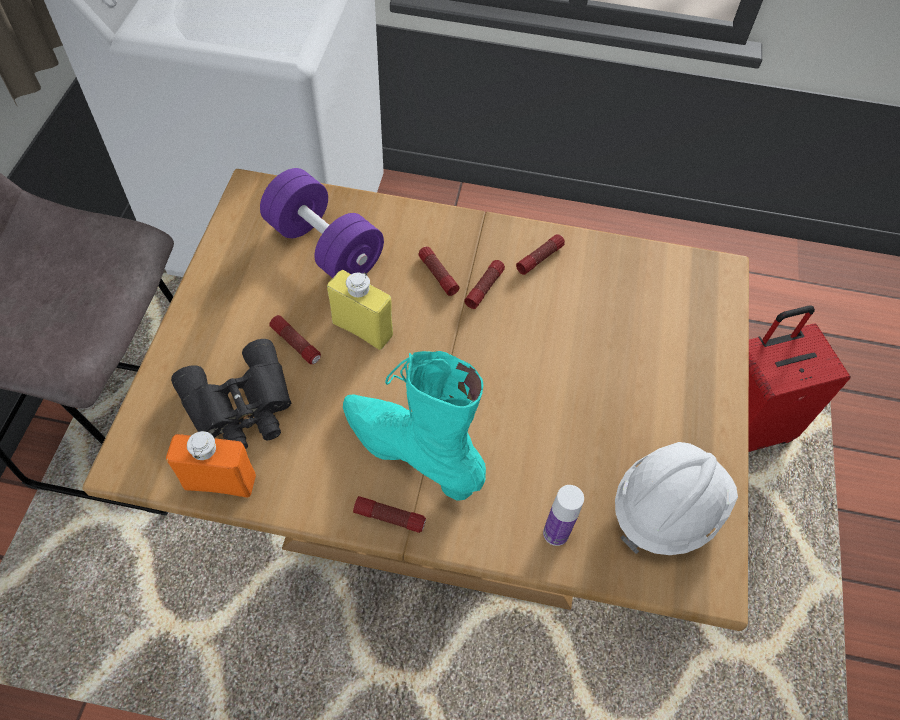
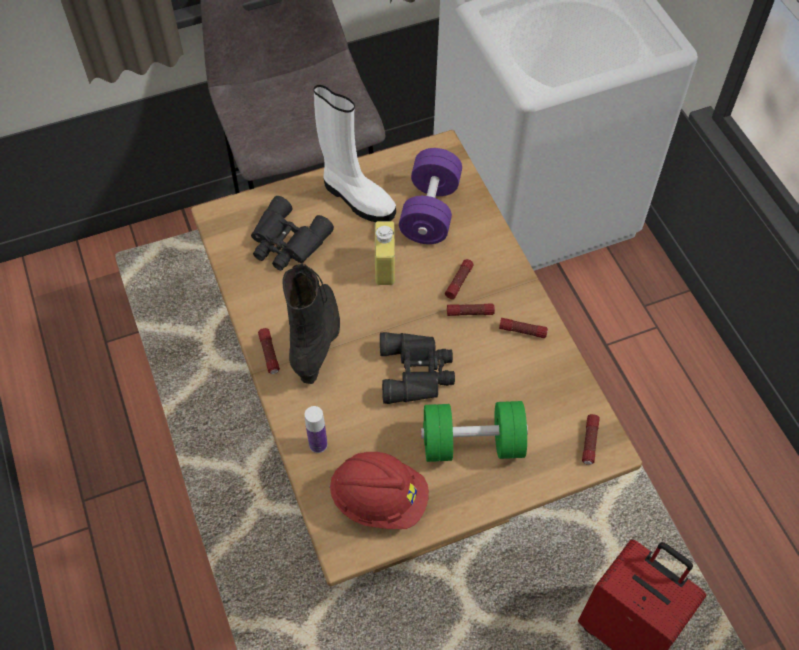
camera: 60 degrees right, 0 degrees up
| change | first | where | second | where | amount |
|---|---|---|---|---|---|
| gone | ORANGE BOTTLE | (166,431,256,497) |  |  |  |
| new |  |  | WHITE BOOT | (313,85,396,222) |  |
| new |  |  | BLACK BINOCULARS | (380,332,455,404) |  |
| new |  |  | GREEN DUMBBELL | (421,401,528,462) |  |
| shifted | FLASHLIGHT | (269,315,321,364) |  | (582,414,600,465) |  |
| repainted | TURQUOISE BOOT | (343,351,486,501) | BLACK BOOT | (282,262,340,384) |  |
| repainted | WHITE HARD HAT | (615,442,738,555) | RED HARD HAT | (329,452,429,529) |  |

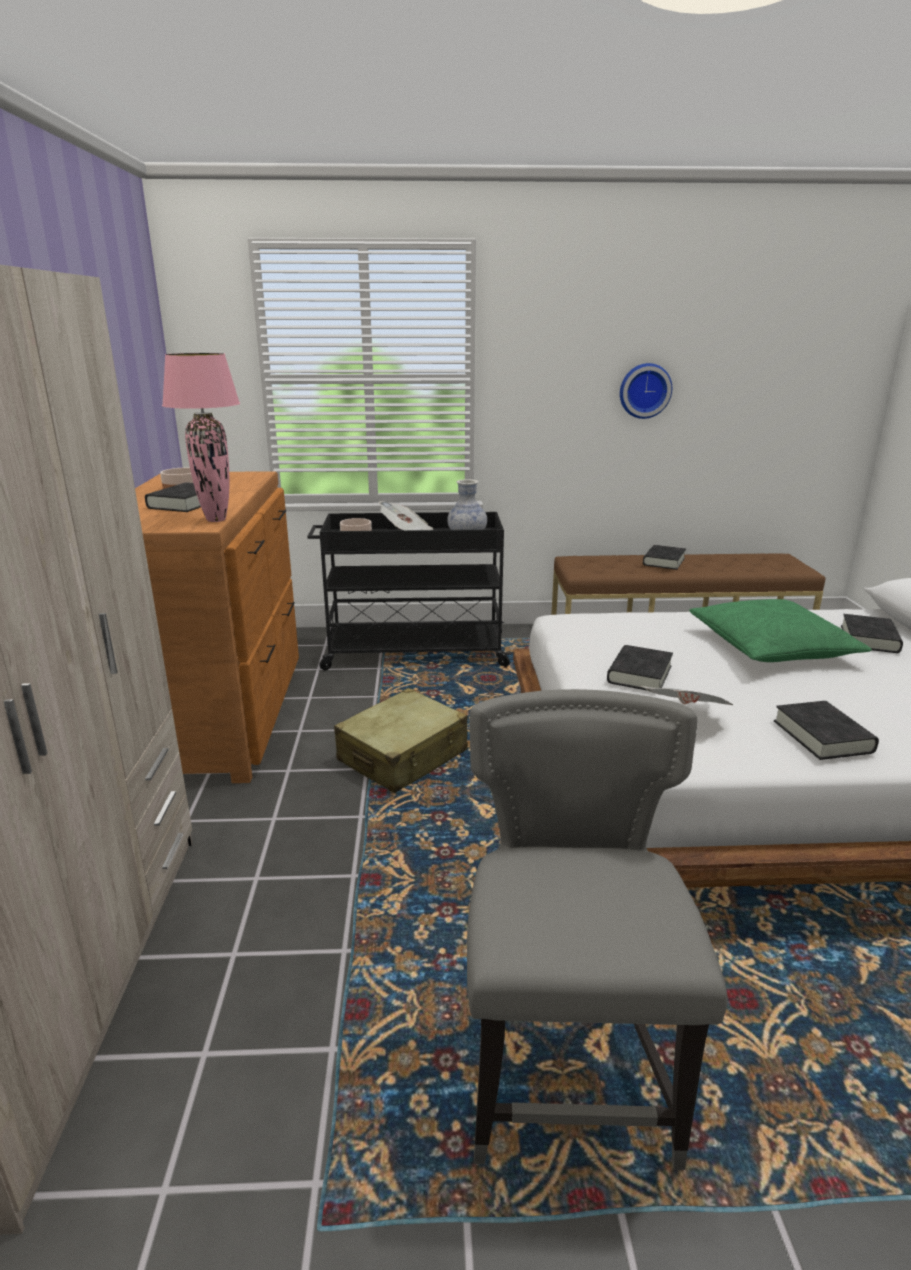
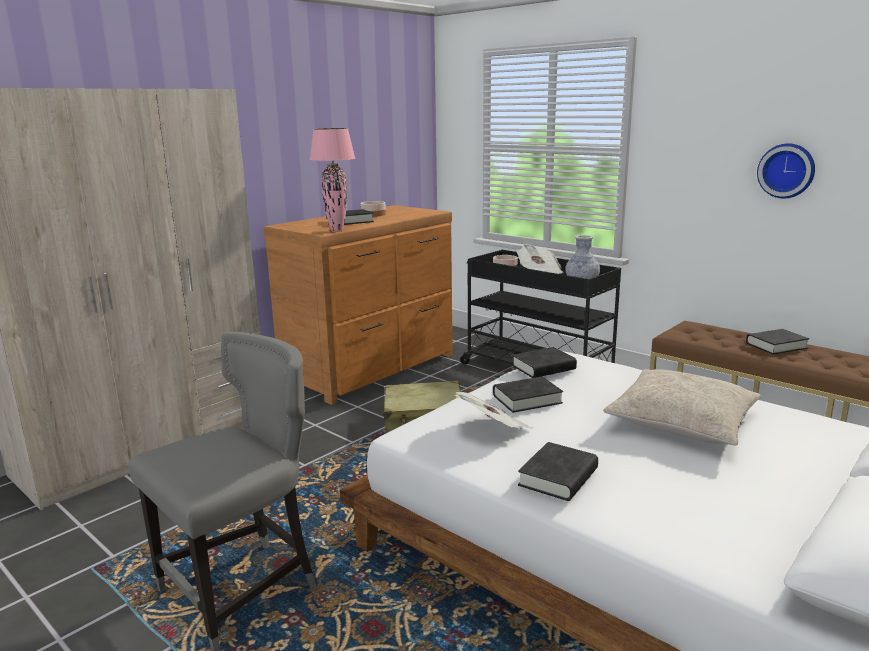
camera: 45 degrees right, 5 degrees down
| change | first | where | second | where | amount |
|---|---|---|---|---|---|
| shifted | BLACK BOOK | (841,614,903,653) |  | (512,347,577,378) |  |
| repainted | GREEN PILLOW | (689,599,872,662) | BEIGE PILLOW | (603,369,761,445) |  |

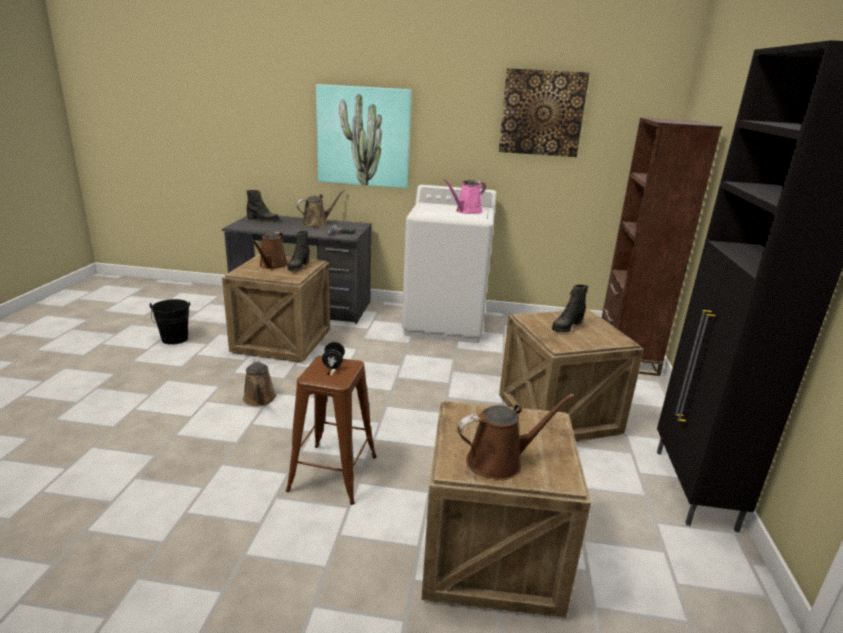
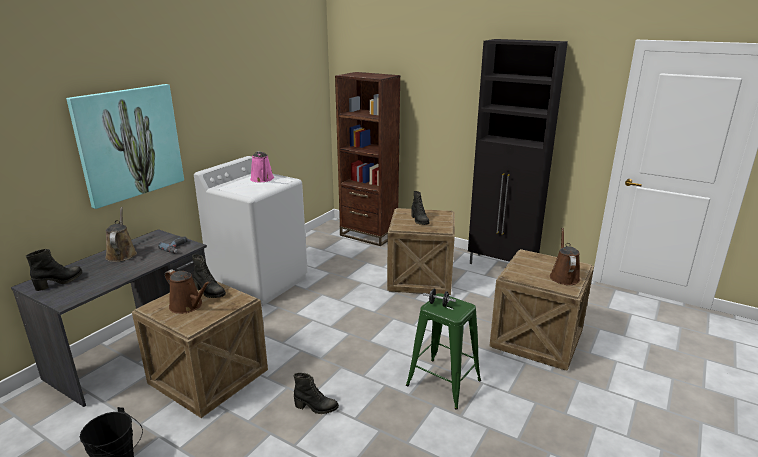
camera: 65 degrees left, 0 degrees up
| change | first | where | second | where | amount |
|---|---|---|---|---|---|
| gone | PICTURE | (499,68,590,157) |  |  |  |
| swapped | BROWN WATERING CAN | (243,359,276,406) | BLACK BOOT | (294,373,339,414) |  |
| repainted | BROWN STOOL | (286,355,377,505) | GREEN STOOL | (406,293,481,409) |  |

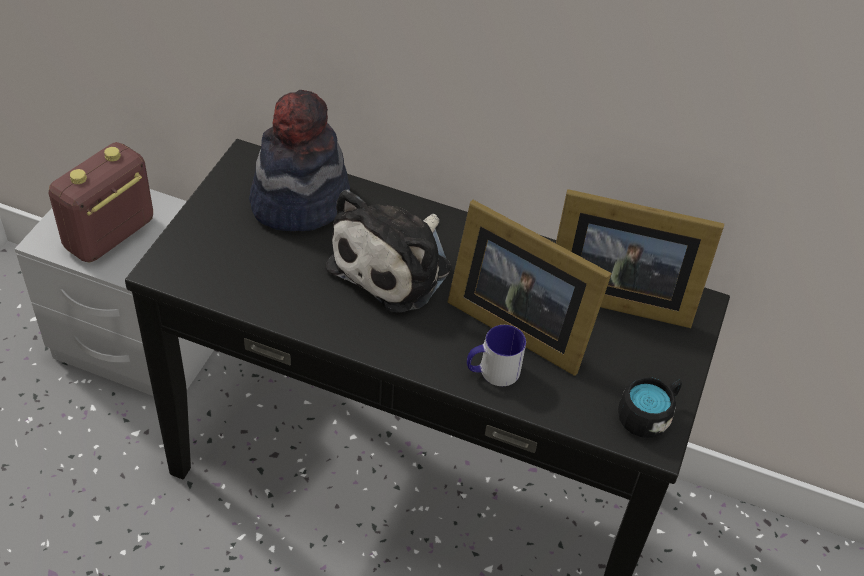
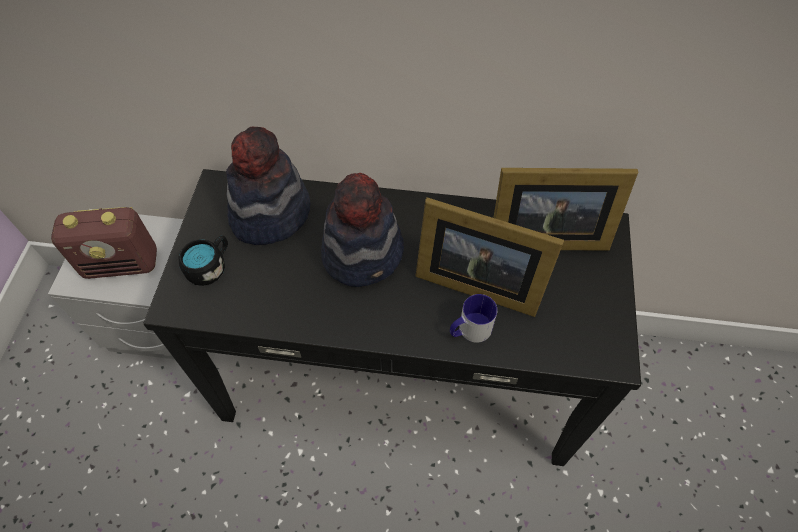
camera: 10 degrees left, 10 degrees up
| change | first | where | second | where | amount |
|---|---|---|---|---|---|
| shifted | BLACK MUG | (618,377,682,438) |  | (178,236,228,286) |  |
| swapped | PLUSH TOY | (325,189,451,313) | HAT | (321,173,404,287) |  |
| rotated | RADIO | (49,142,153,263) |  | (51,207,157,279) | 120 degrees counterclockwise |

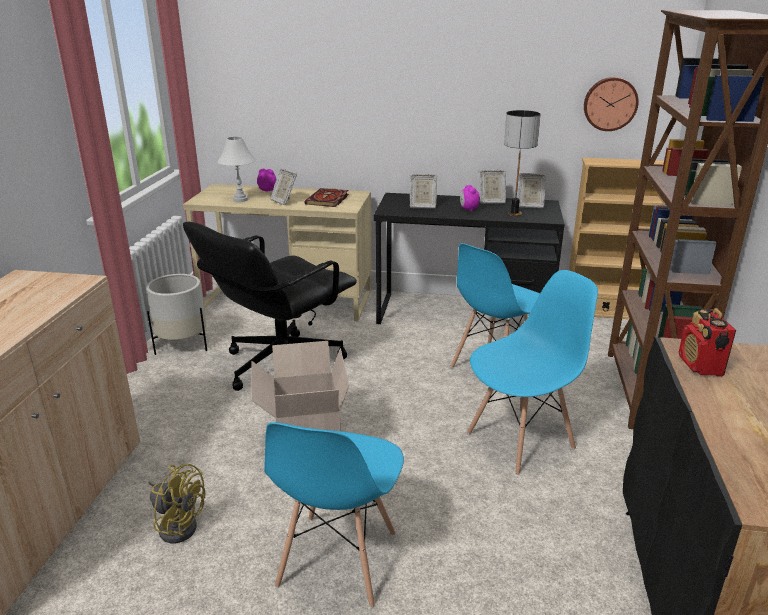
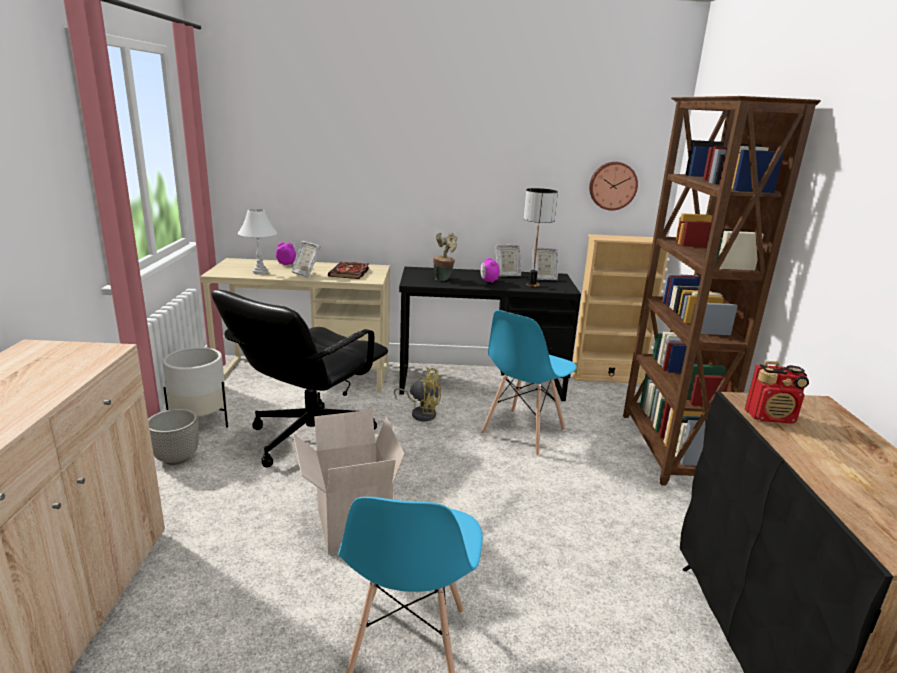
camera: 10 degrees left, 5 degrees down
| change | first | where | second | where | amount |
|---|---|---|---|---|---|
| gone | BLUE CHAIR | (467,270,598,475) |  |  |  |
| new |  |  | PLANTER | (148,409,199,465) |  |
| shifted | YELLOW FAN | (148,463,205,543) |  | (394,367,441,421) |  |
| swapped | PICTURE FRAME | (410,173,437,209) | POTTED PLANT | (433,232,457,281) |  |
| rotated | RADIO | (679,308,736,376) |  | (745,361,809,424) | 75 degrees counterclockwise |

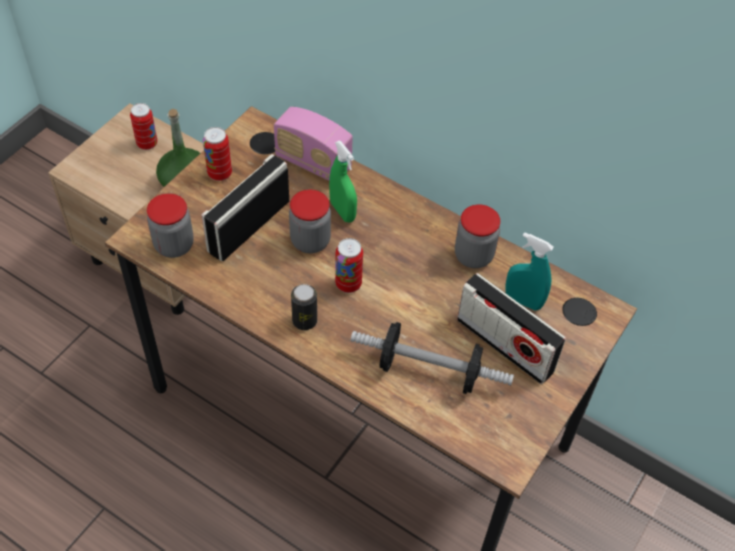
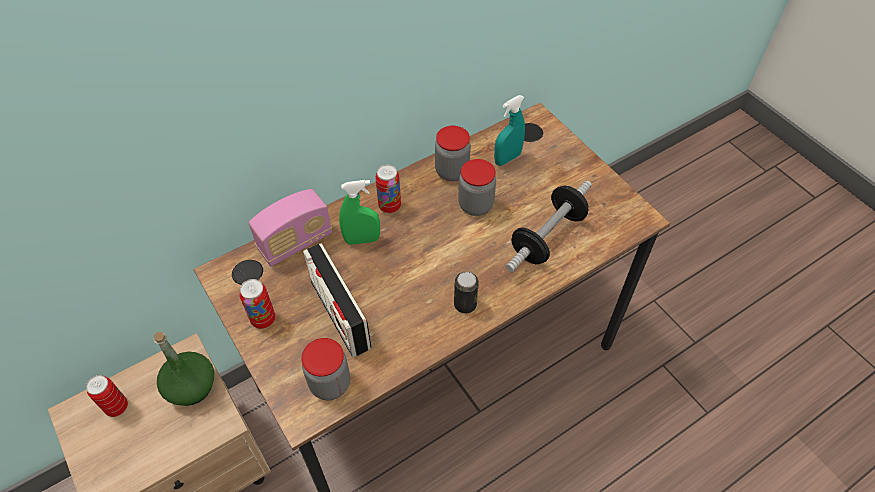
camera: 65 degrees left, 0 degrees up
| change | first | where | second | where | amount |
|---|---|---|---|---|---|
| gone | RADIO | (457,273,566,384) |  |  |  |
| shifted | JAR | (289,190,331,253) |  | (458,159,496,216) |  |
| shifted | CAN | (335,238,363,293) |  | (376,164,401,214) |  |

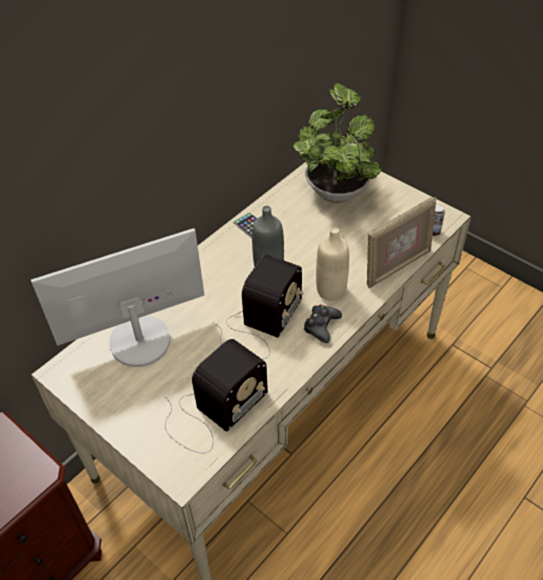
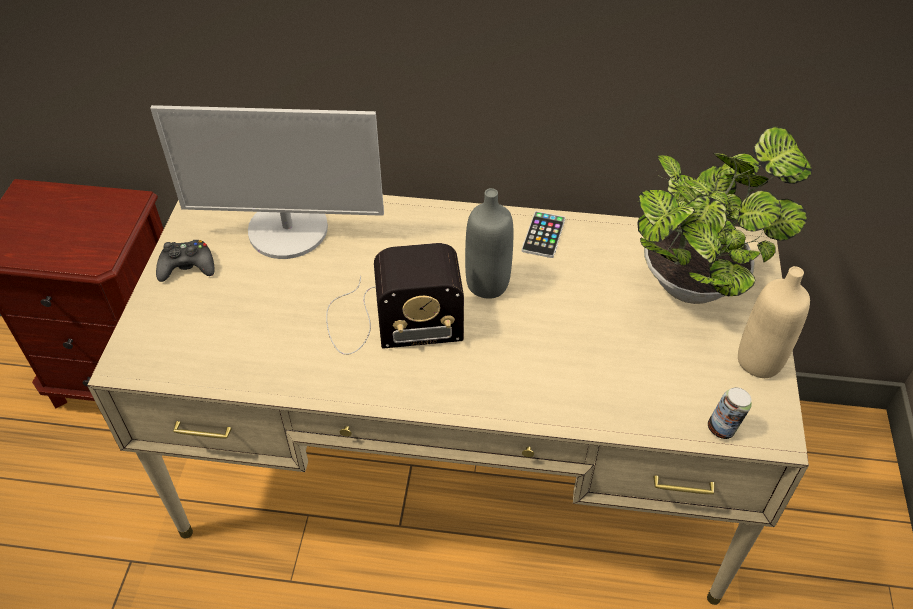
camera: 55 degrees right, 0 degrees up
| change | first | where | second | where | amount |
|---|---|---|---|---|---|
| gone | RADIO | (165,339,268,453) |  |  |  |
| gone | PICTURE FRAME | (367,197,436,288) |  |  |  |
| shifted | BLACK GAME CONTROLLER | (303,304,342,343) |  | (156,240,215,282) |  |
| shifted | BEIGE BOTTLE | (316,227,349,300) |  | (738,266,810,378) |  |
| rotated | MONITOR | (31,228,204,367) |  | (150,105,384,259) | 150 degrees clockwise |

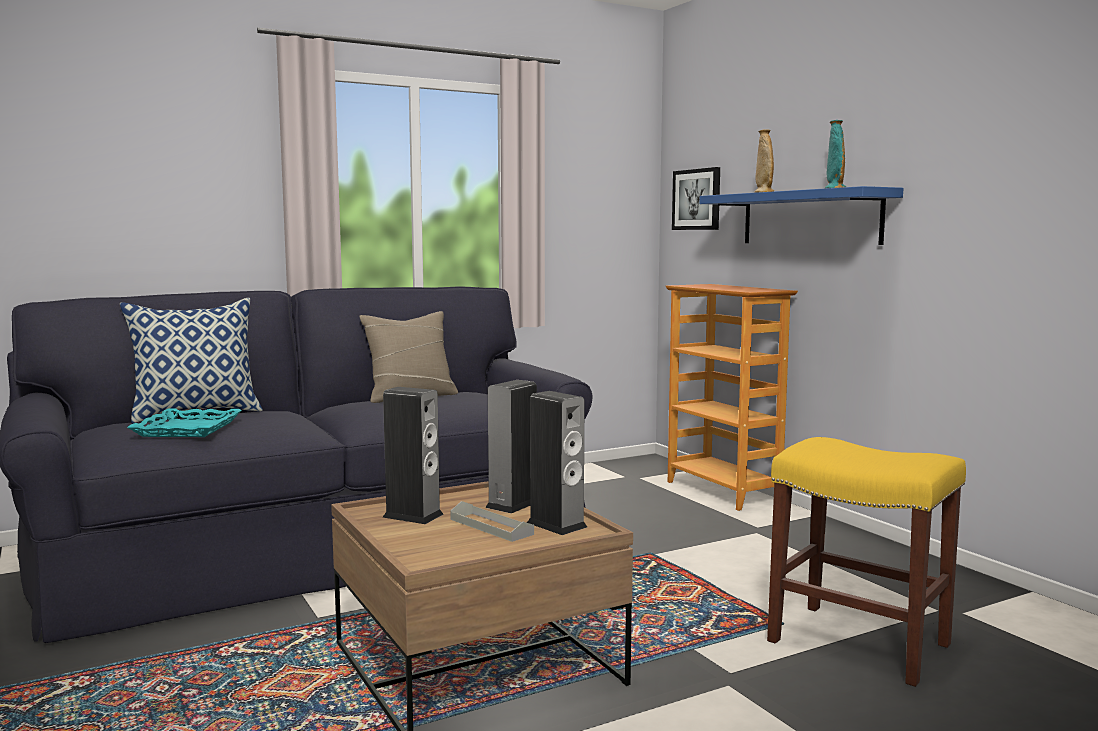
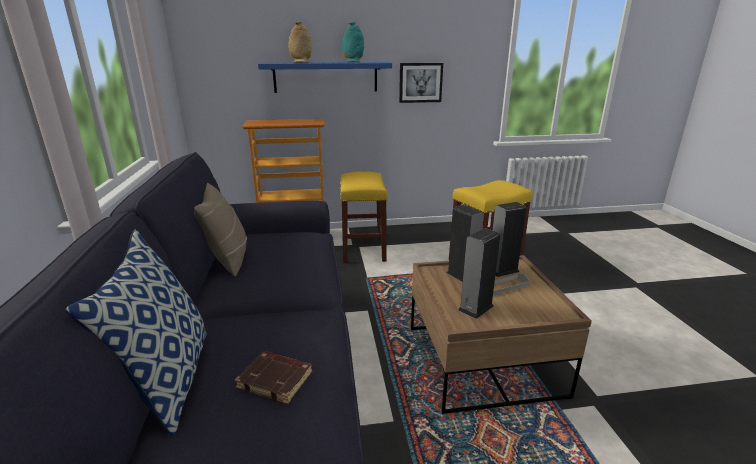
camera: 70 degrees left, 15 degrees up
| change | first | where | second | where | amount |
|---|---|---|---|---|---|
| new |  |  | YELLOW STOOL | (340,172,388,263) |  |
| shifted | PICTURE | (672,167,720,230) |  | (399,63,443,103) |  |
| swapped | TURQUOISE TRAY | (127,408,242,437) | BROWN BOOK | (235,351,313,404) |  |

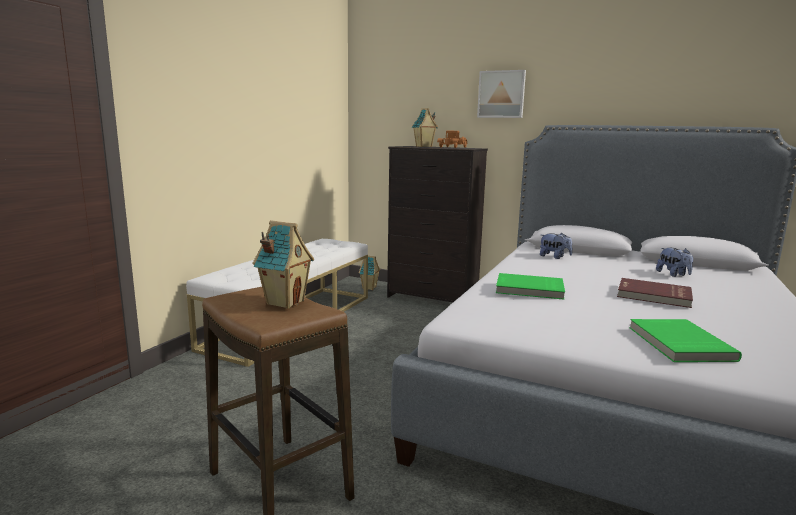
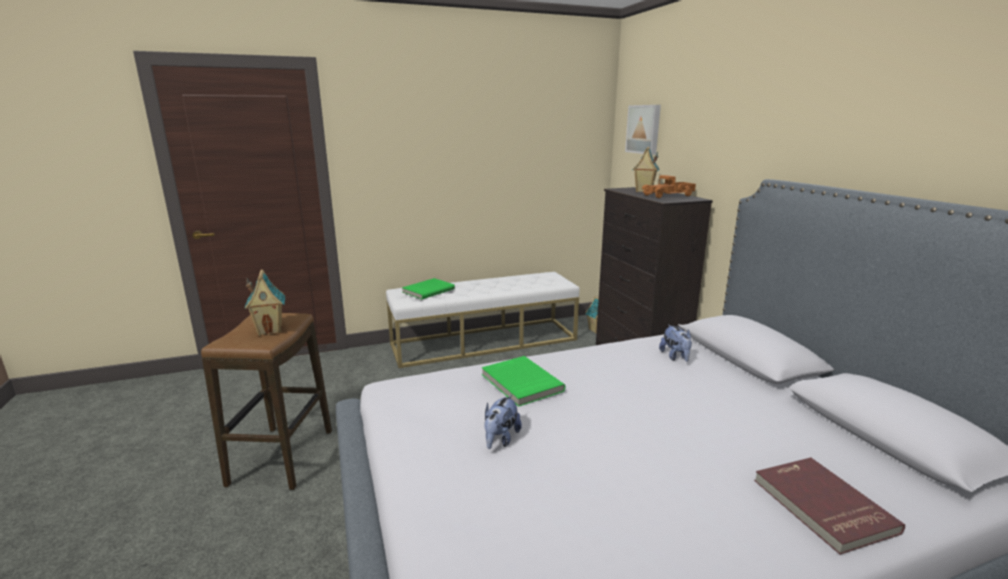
camera: 45 degrees right, 5 degrees up
| change | first | where | second | where | amount |
|---|---|---|---|---|---|
| shifted | PICTURE | (477,70,526,118) |  | (625,105,661,155) |  |
| shifted | RED BOOK | (617,278,693,308) |  | (754,458,905,555) |  |
| shifted | GREEN BOOK | (629,319,742,362) |  | (402,278,455,299) |  |
| shifted | PLUSH TOY | (656,248,693,277) |  | (484,395,522,449) |  |

